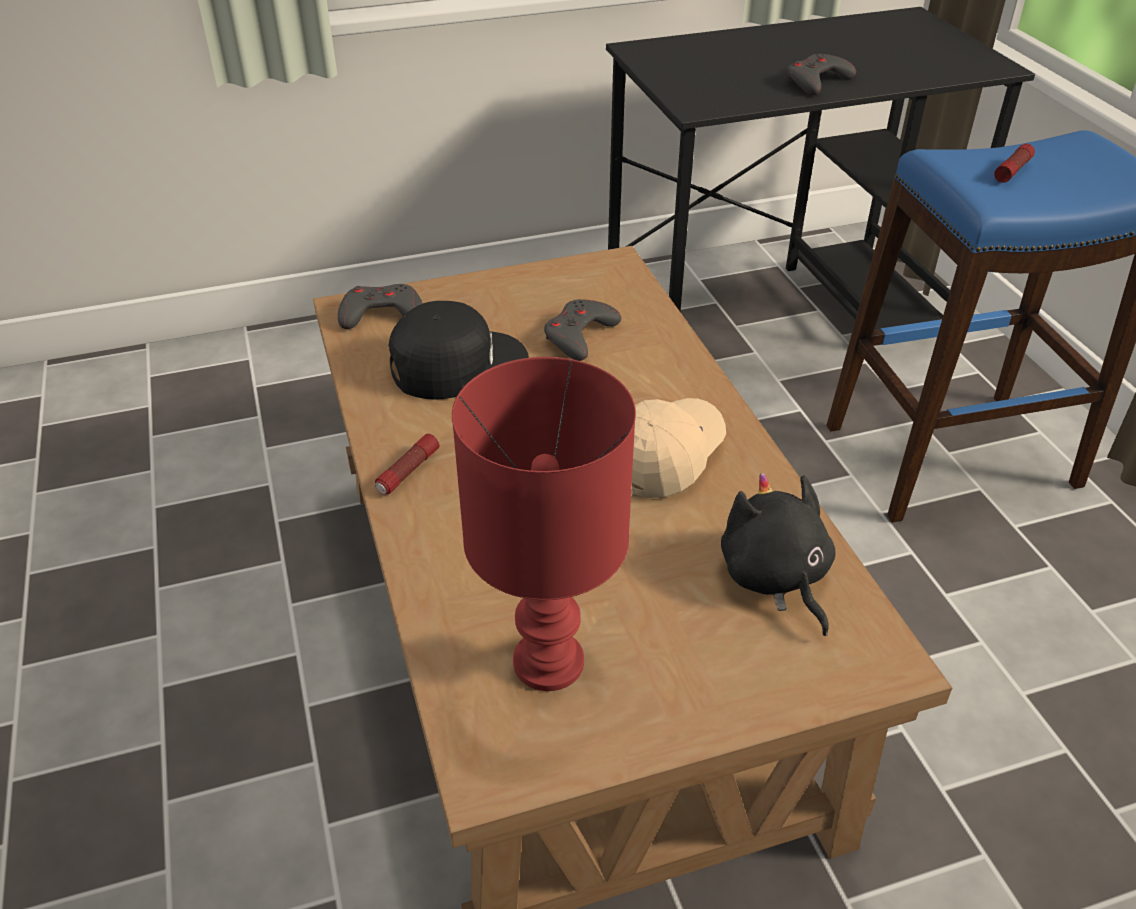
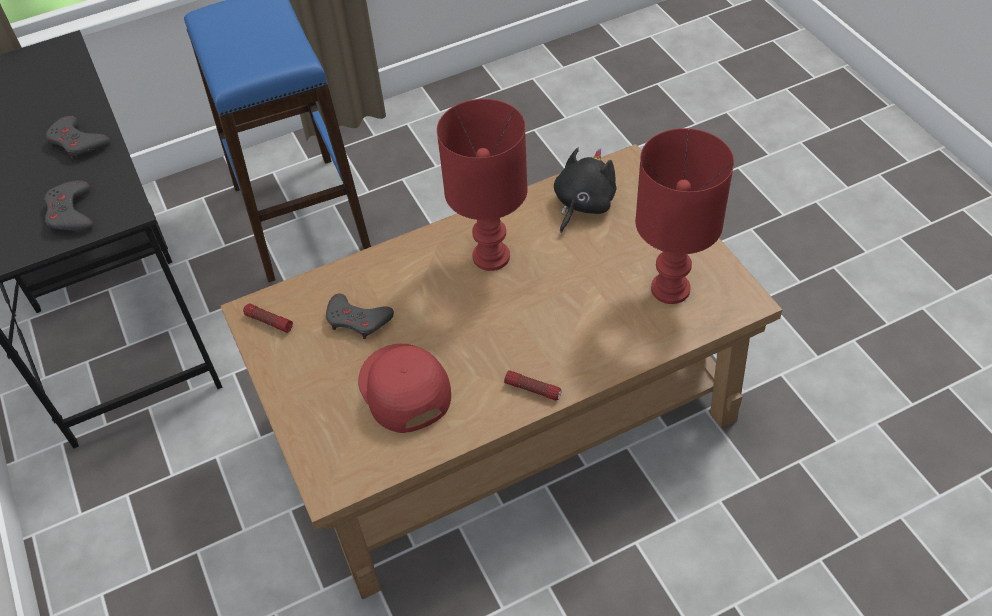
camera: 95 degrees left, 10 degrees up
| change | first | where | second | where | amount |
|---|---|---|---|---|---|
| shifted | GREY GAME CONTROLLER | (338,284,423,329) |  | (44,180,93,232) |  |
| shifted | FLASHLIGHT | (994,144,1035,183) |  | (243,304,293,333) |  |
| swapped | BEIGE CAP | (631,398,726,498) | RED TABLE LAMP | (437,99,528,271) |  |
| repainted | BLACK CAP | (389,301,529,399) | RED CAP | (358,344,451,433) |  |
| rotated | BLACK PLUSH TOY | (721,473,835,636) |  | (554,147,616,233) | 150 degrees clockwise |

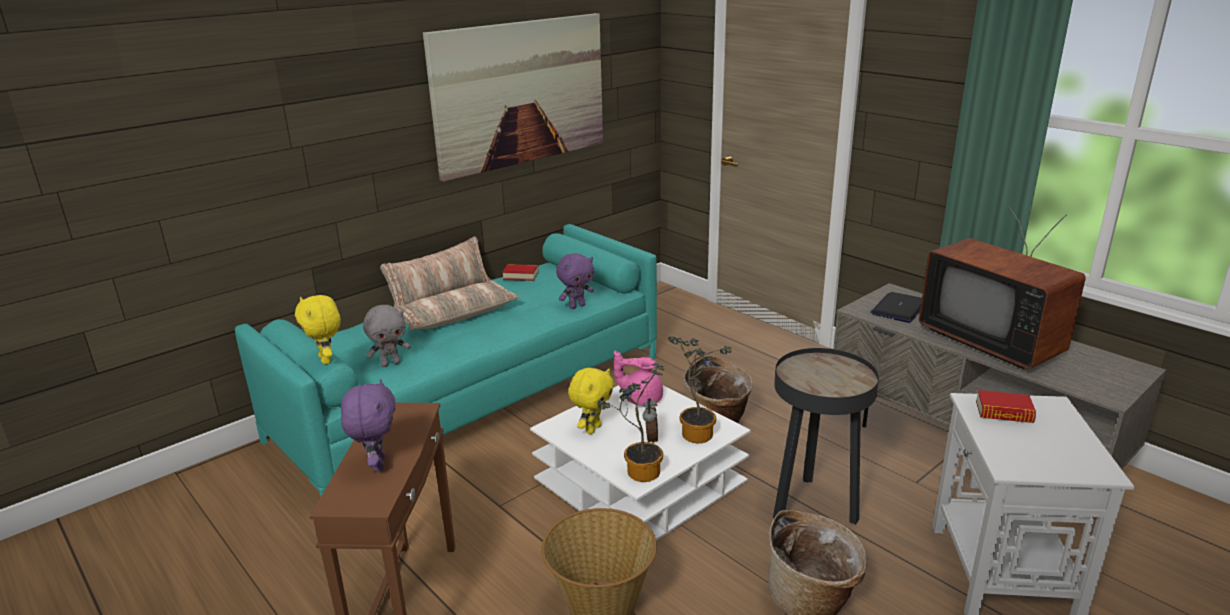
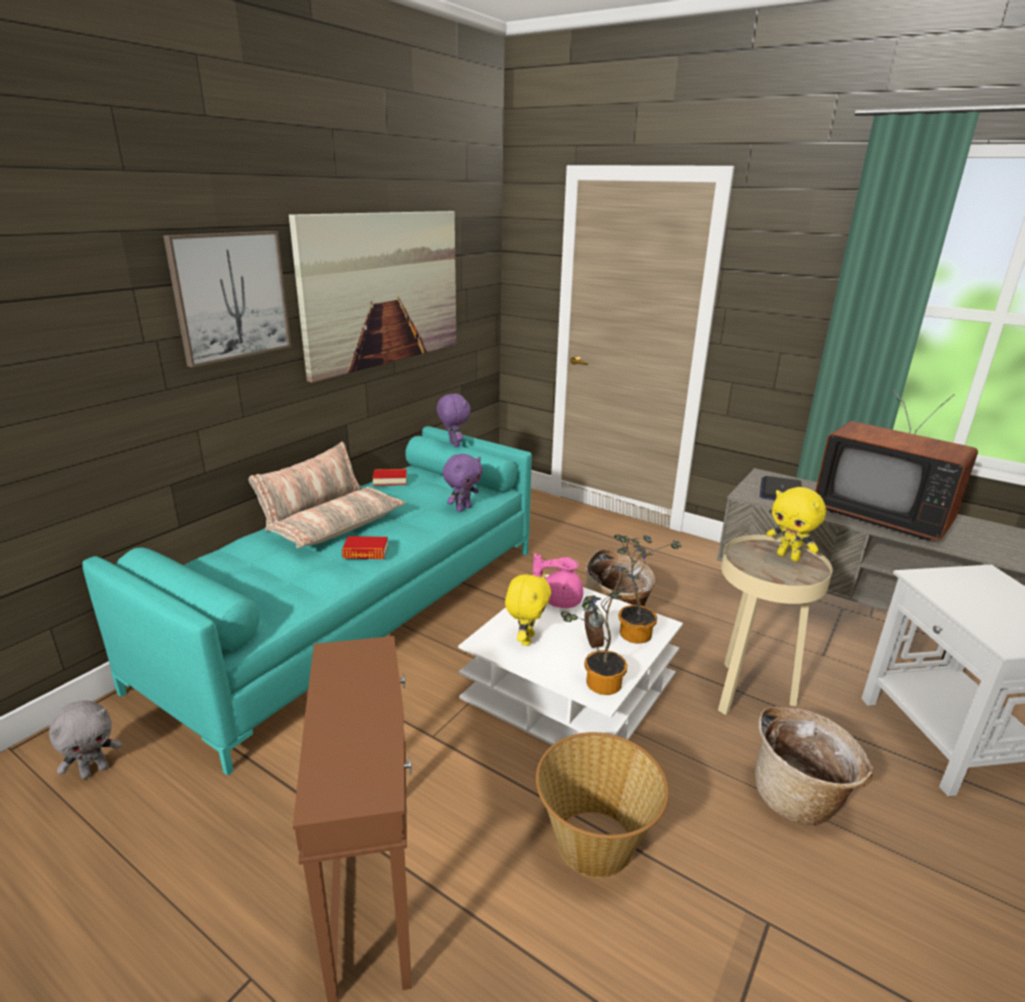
camera: 15 degrees left, 0 degrees up
| change | first | where | second | where | amount |
|---|---|---|---|---|---|
| new |  |  | PICTURE | (163,231,291,368) |  |
| shifted | YELLOW PLUSH TOY | (295,295,341,365) |  | (766,487,826,562) |  |
| shifted | PURPLE PLUSH TOY | (341,379,395,471) |  | (437,393,470,447) |  |
| shifted | GREY PLUSH TOY | (363,305,411,367) |  | (49,700,122,779) |  |
| shifted | BOOK | (976,390,1036,423) |  | (342,536,388,559) |  |
| repainted | BLACK SIDE TABLE | (773,348,879,524) | BEIGE SIDE TABLE | (718,535,832,715) |  |

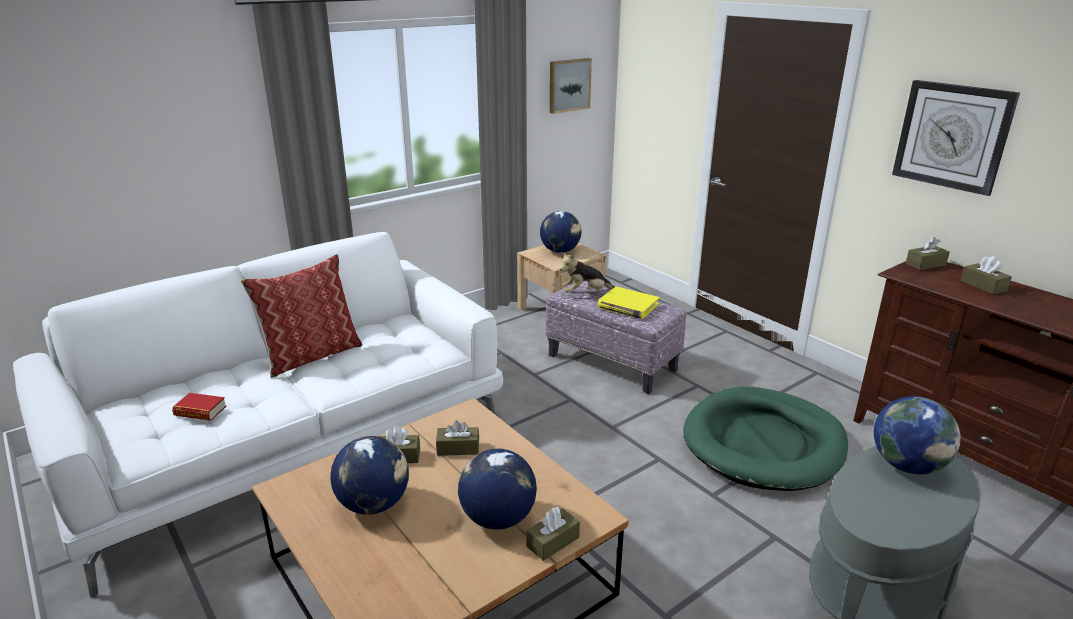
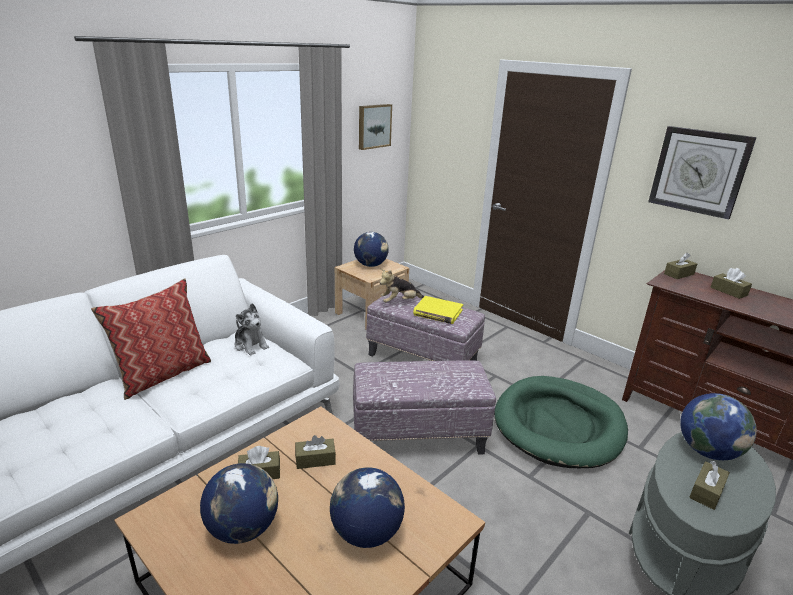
camera: 10 degrees left, 0 degrees up
| change | first | where | second | where | amount |
|---|---|---|---|---|---|
| gone | BOOK | (172,393,226,421) |  |  |  |
| new |  |  | PLUSH TOY | (235,303,269,355) |  |
| new |  |  | OTTOMAN | (353,360,496,455) |  |
| shifted | BROWN TISSUE BOX | (526,507,580,561) |  | (689,461,730,510) |  |

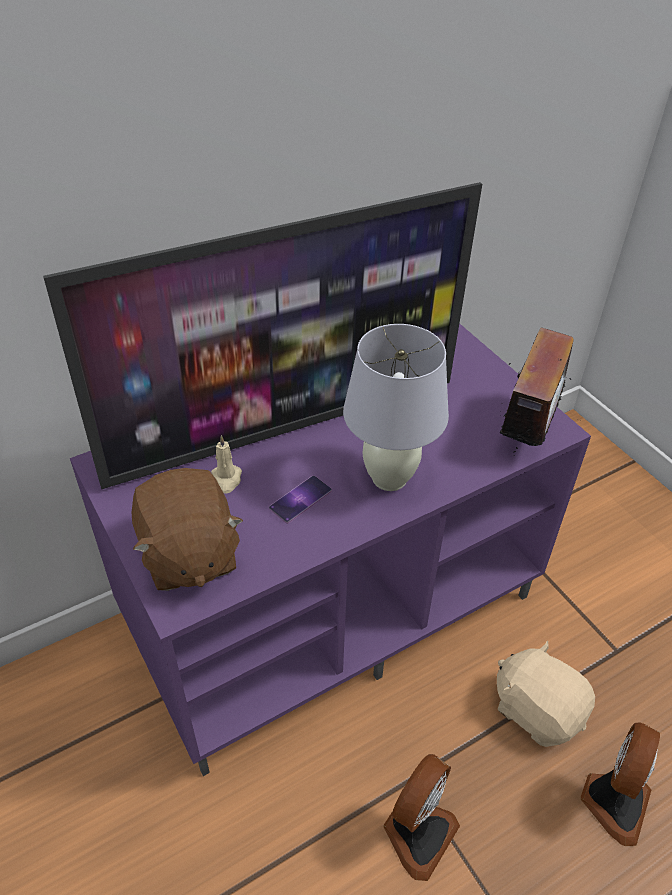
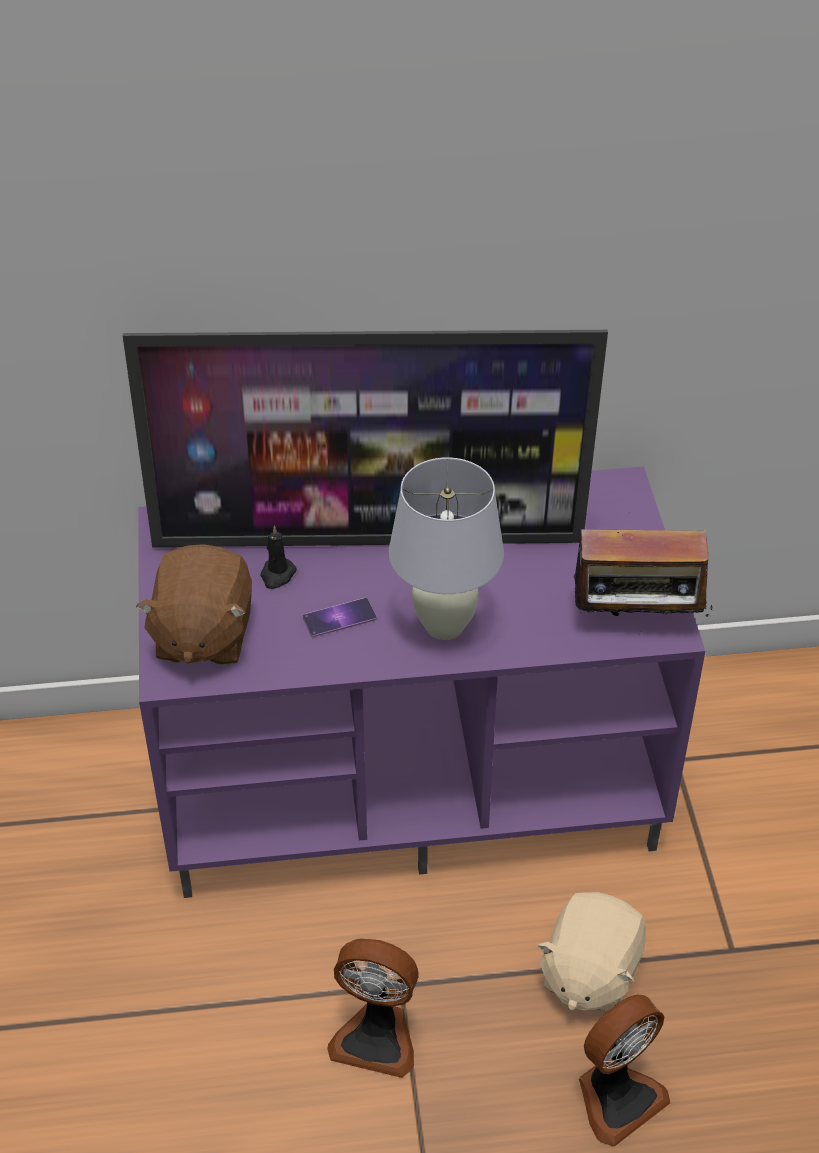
camera: 25 degrees right, 0 degrees up
| change | first | where | second | where | amount |
|---|---|---|---|---|---|
| repainted | BEIGE CANDLE | (211,435,242,494) | BLACK CANDLE | (260,526,297,589) |  |
| rotated | FAN | (384,754,460,881) |  | (327,938,419,1078) | 45 degrees clockwise |
| rotated | BEIGE PLUSH TOY | (497,641,595,747) |  | (537,892,646,1013) | 135 degrees counterclockwise |
| rotated | RADIO | (500,327,574,456) |  | (567,529,713,640) | 45 degrees clockwise |

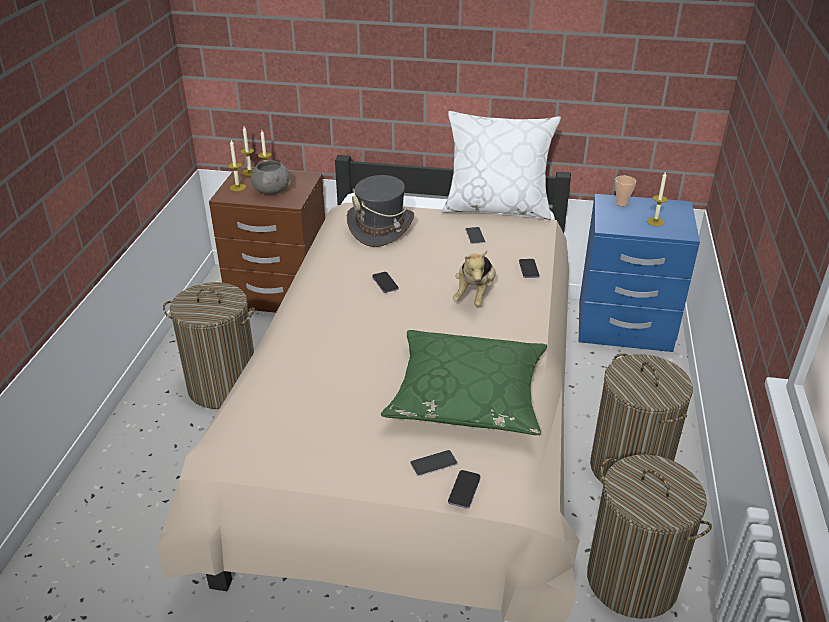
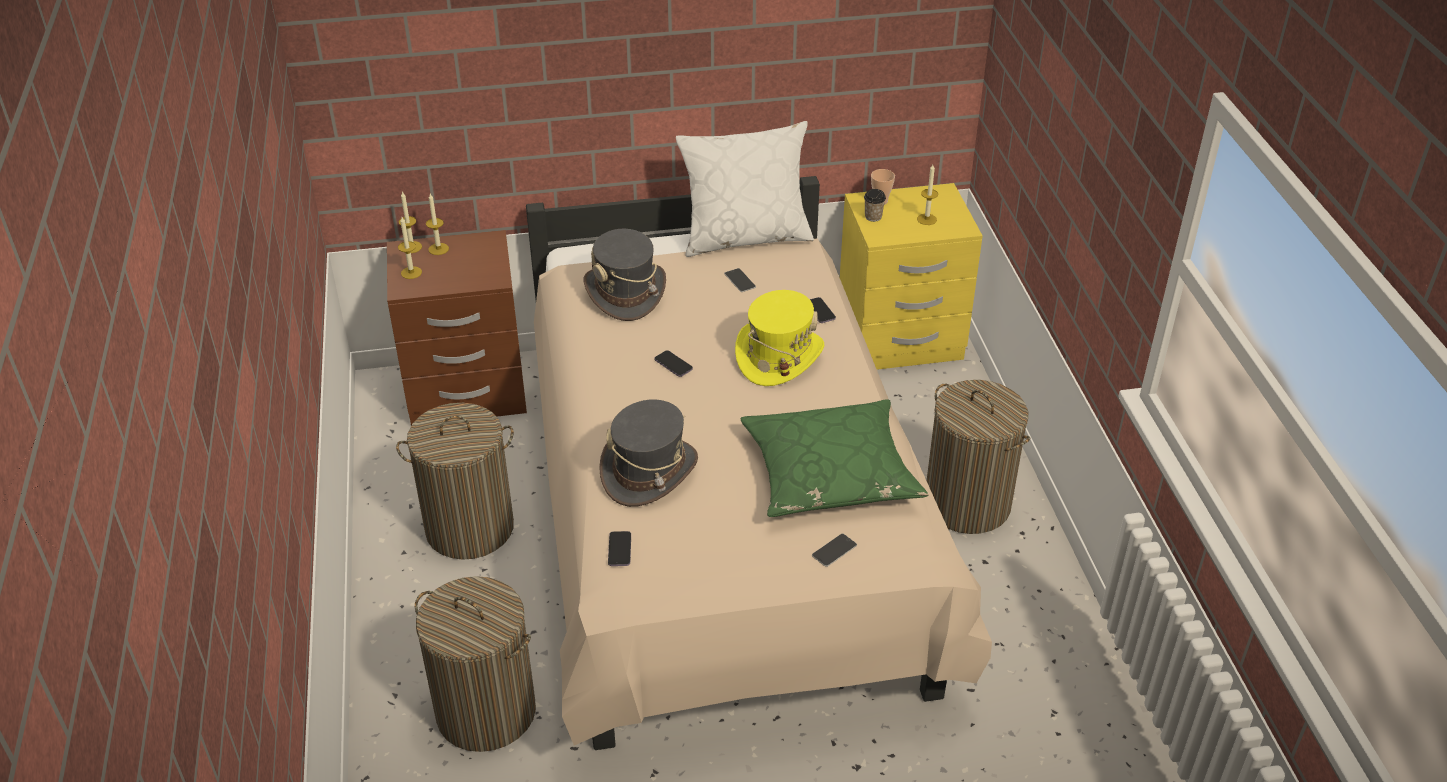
camera: 20 degrees left, 5 degrees up
| change | first | where | second | where | amount |
|---|---|---|---|---|---|
| gone | GREY BOWL | (251,160,291,195) |  |  |  |
| new |  |  | GREY HAT | (599,399,698,507) |  |
| new |  |  | CUP | (864,189,886,222) |  |
| shifted | PHONE | (448,470,480,509) |  | (608,531,631,566) |  |
| shifted | LAUNDRY BASKET | (587,454,712,619) |  | (415,576,536,752) |  |
| swapped | PLUSH TOY | (453,251,496,307) | YELLOW HAT | (735,290,824,386) |  |
| repainted | BLUE NIGHTSTAND | (579,194,700,352) | YELLOW NIGHTSTAND | (840,183,983,370) |  |

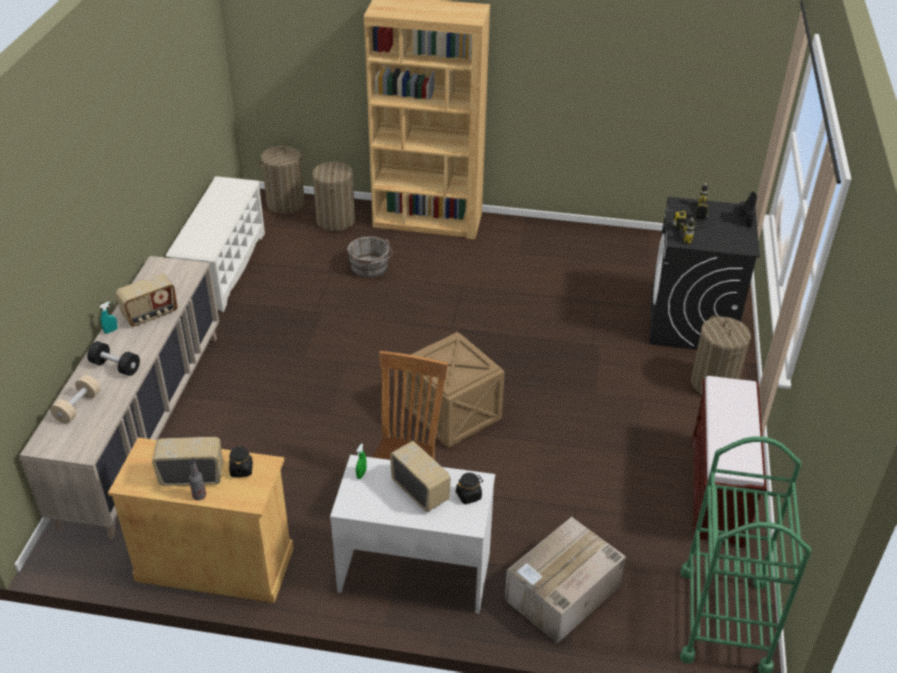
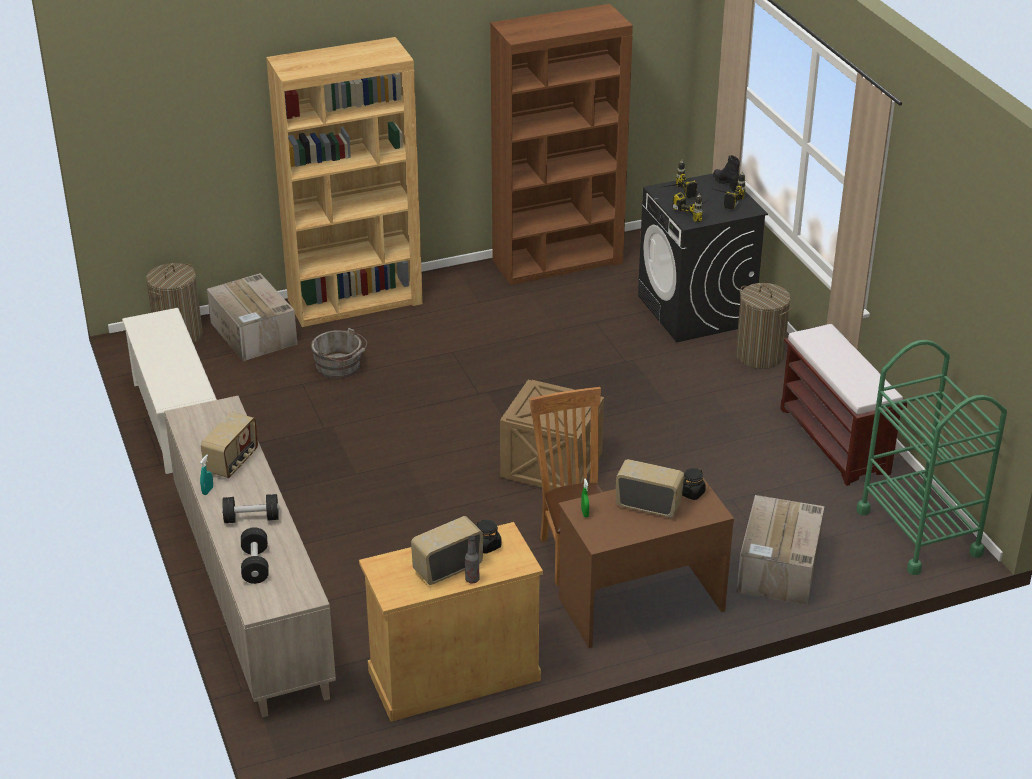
camera: 30 degrees left, 5 degrees down
| change | first | where | second | where | amount |
|---|---|---|---|---|---|
| new |  |  | BROWN BOOKCASE | (490,4,633,285) |  |
| new |  |  | POWER DRILL | (714,172,746,210) |  |
| swapped | LAUNDRY BASKET | (312,161,355,231) | CARDBOARD BOX | (207,273,297,361) |  |
| repainted | BEIGE DUMBBELL | (50,375,101,424) | BLACK DUMBBELL | (241,527,269,584) |  |
| repainted | WHITE DESK | (330,455,495,614) | BROWN DESK | (559,472,734,648) |  |

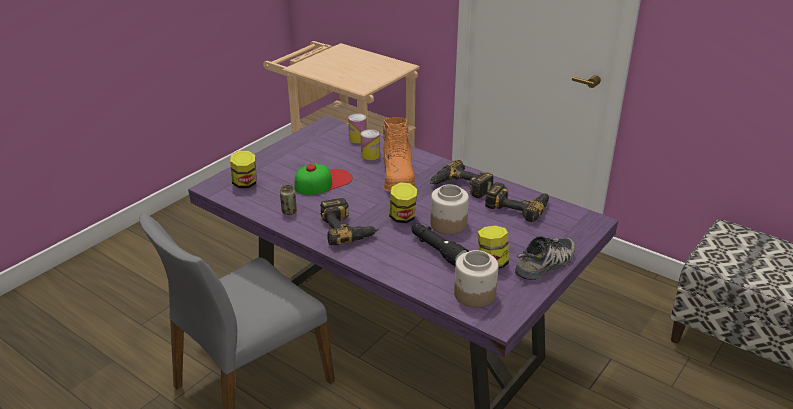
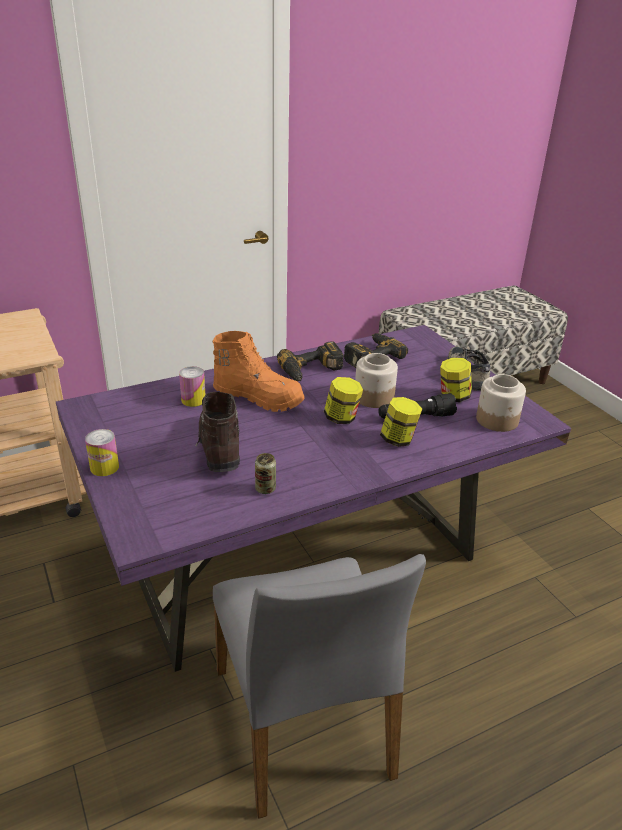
camera: 65 degrees left, 0 degrees up
| change | first | where | second | where | amount |
|---|---|---|---|---|---|
| gone | POWER DRILL | (320,198,379,245) |  |  |  |
| shifted | JAR | (230,151,257,188) |  | (380,397,423,447) |  |
| shifted | CAN | (348,113,367,143) |  | (85,429,119,476) |  |
| swapped | CAP | (294,163,353,195) | BROWN BOOT | (196,392,240,472) |  |

